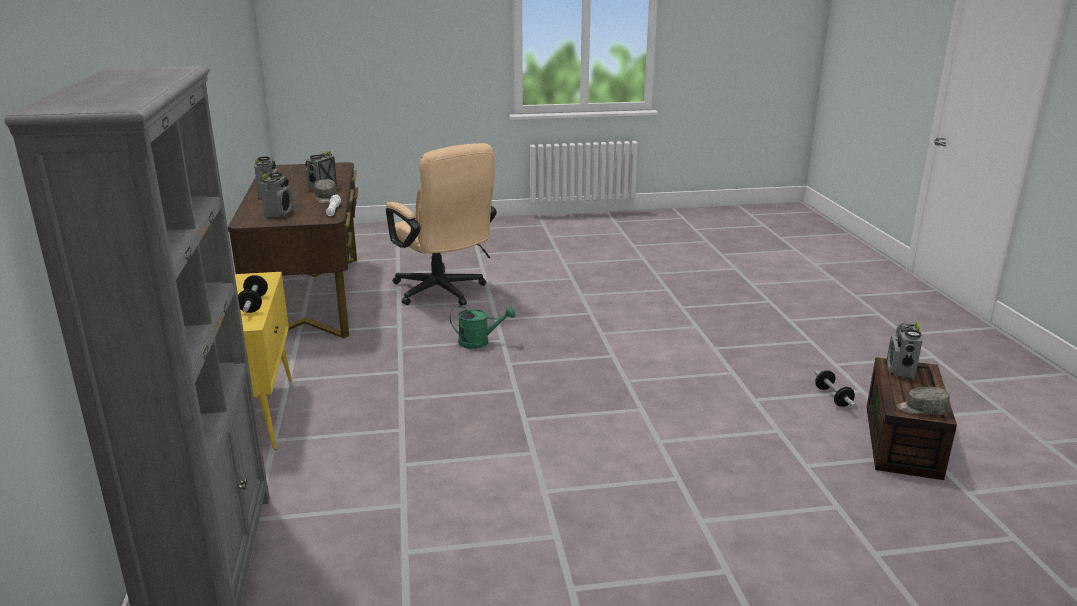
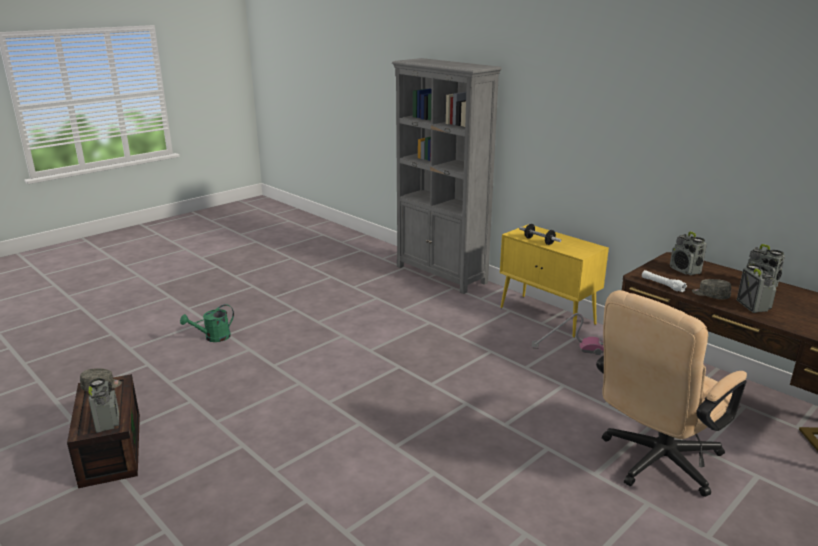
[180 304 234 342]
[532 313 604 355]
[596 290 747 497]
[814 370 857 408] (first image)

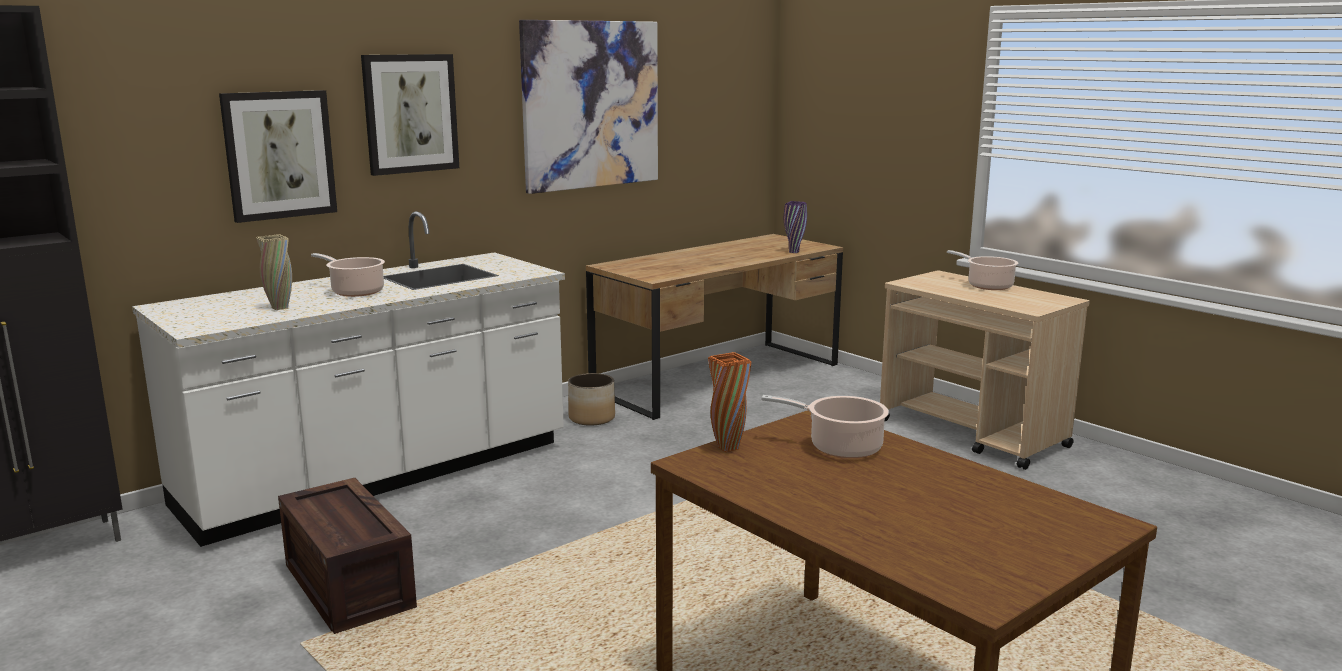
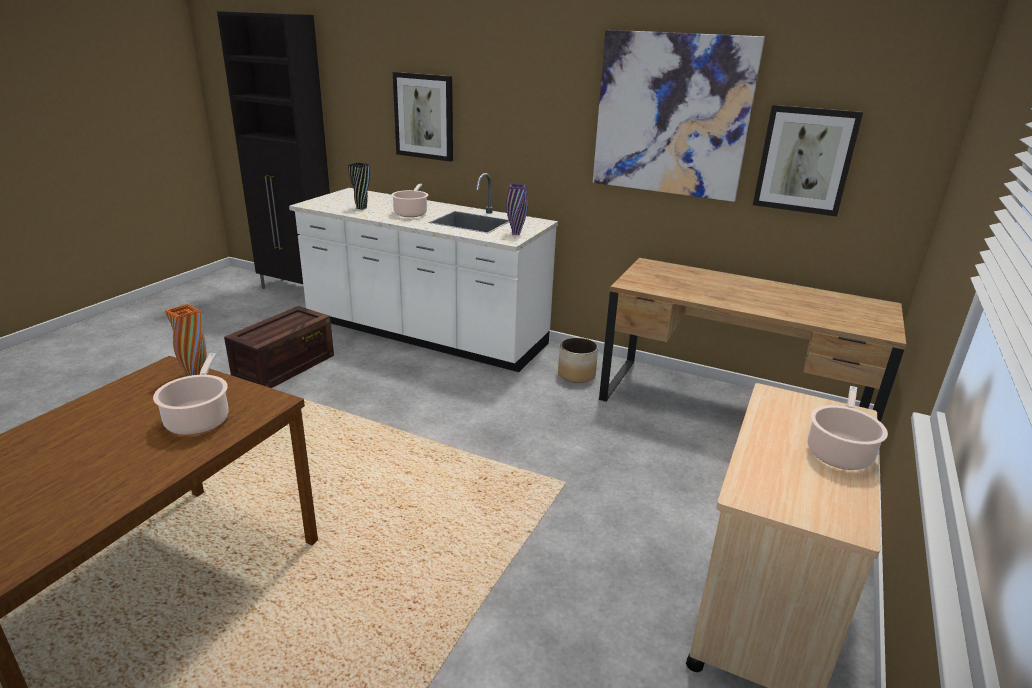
[348 162 370 210]
[506 184 528 235]
[753 105 863 217]

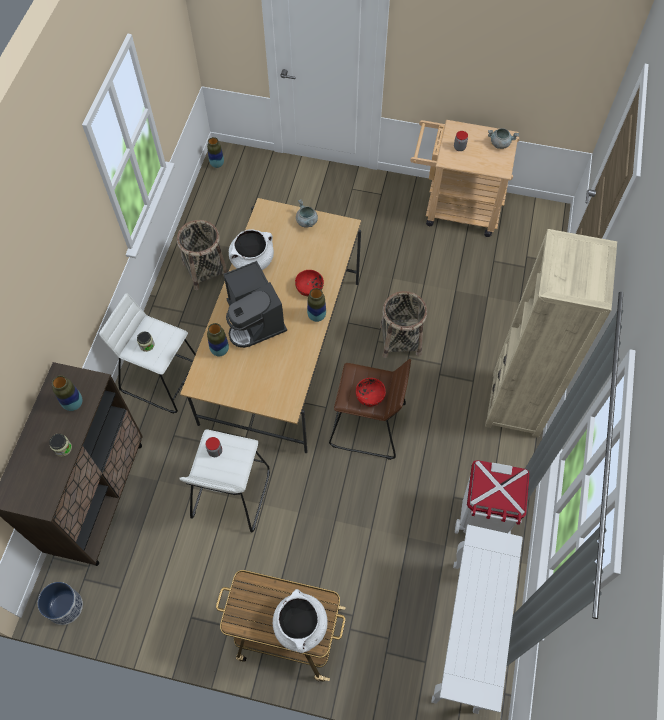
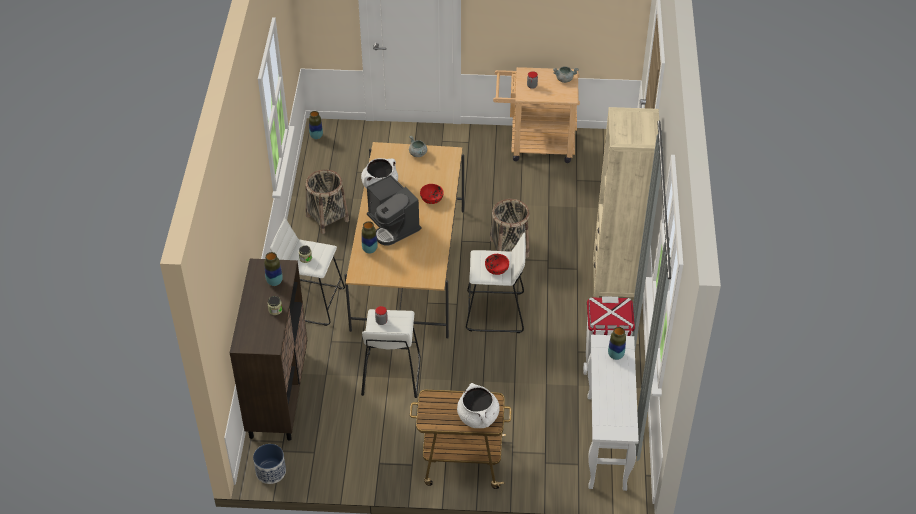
[466 233 526 333]
[608 327 626 360]

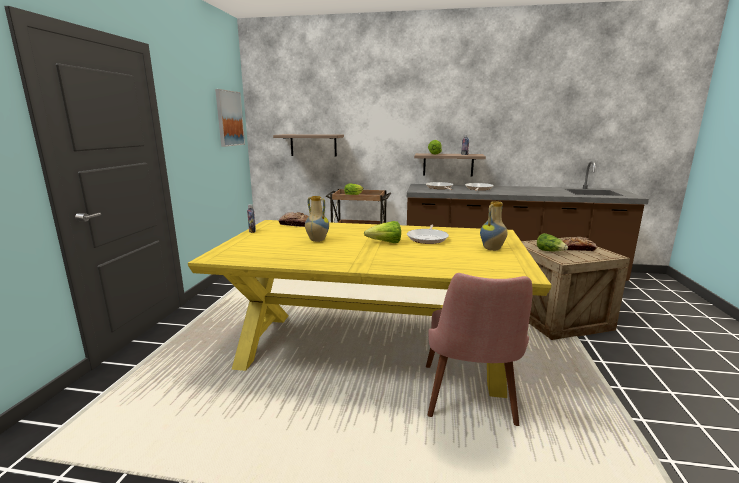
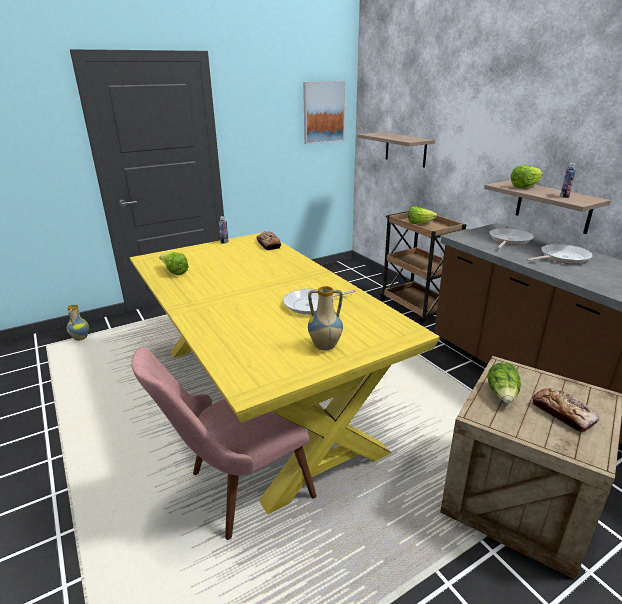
[67 304 89 341]
[159 252 189 275]

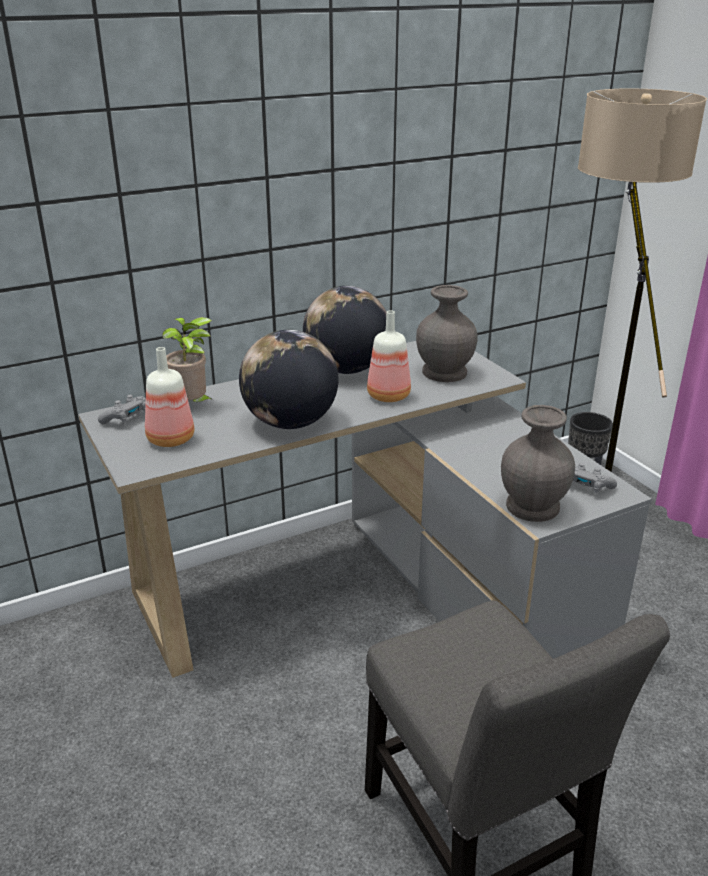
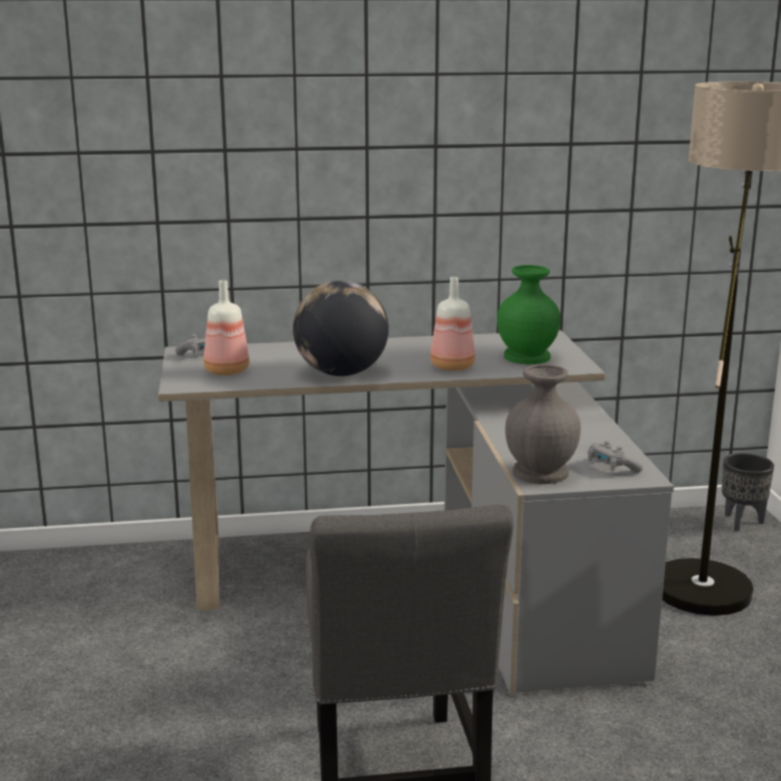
[497 265 560 364]
[162 317 216 403] (first image)
[303 286 386 374] (first image)

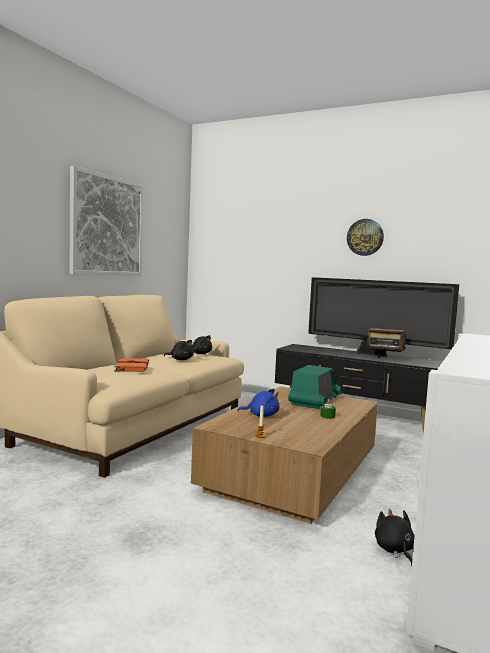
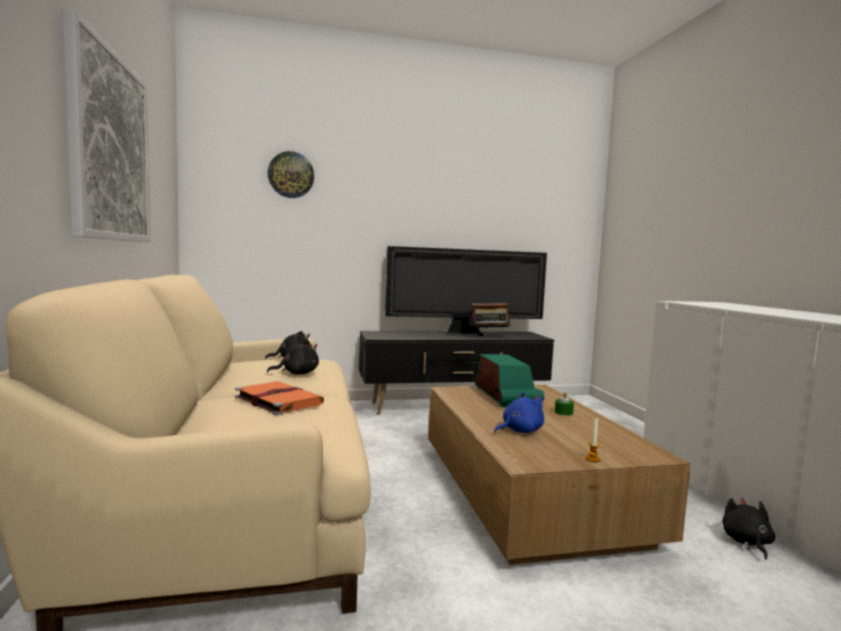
[268 151 314 198]
[722 498 775 560]

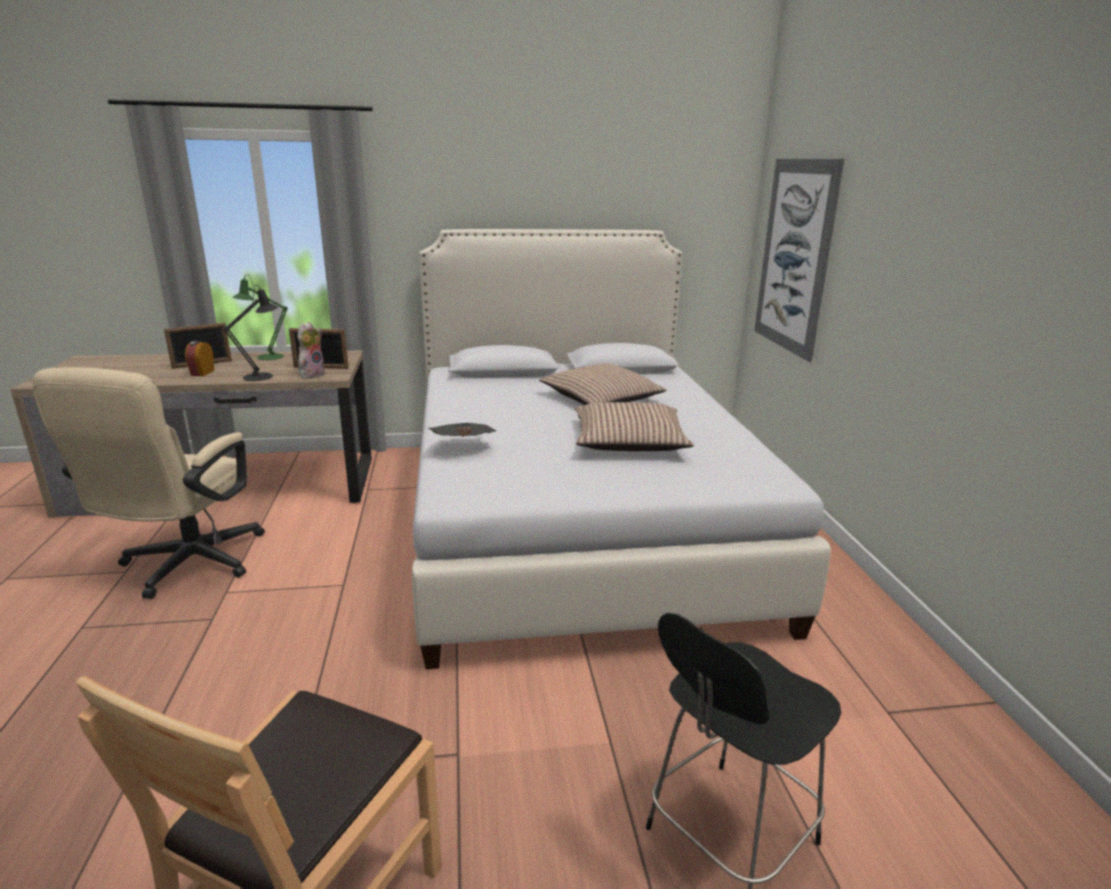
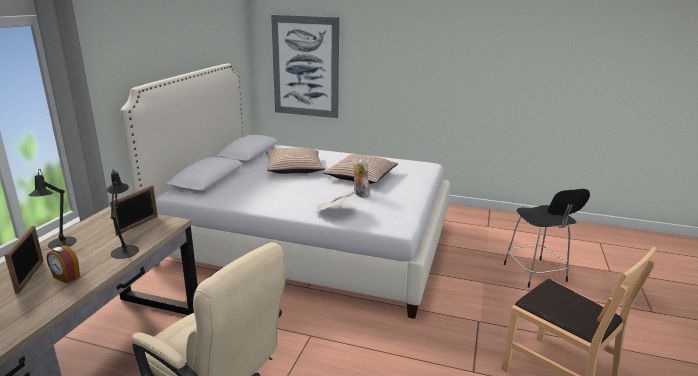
[29 170 77 249]
[354 159 370 198]

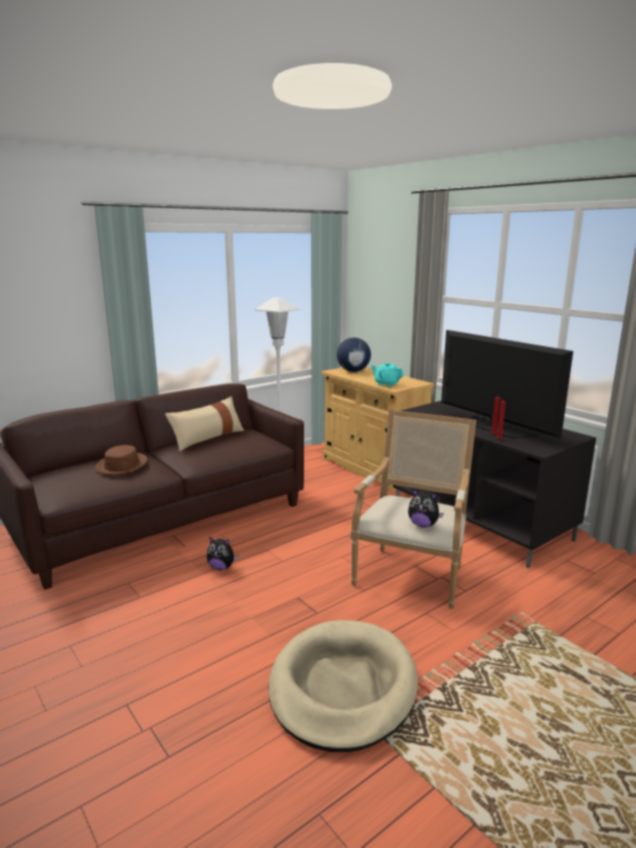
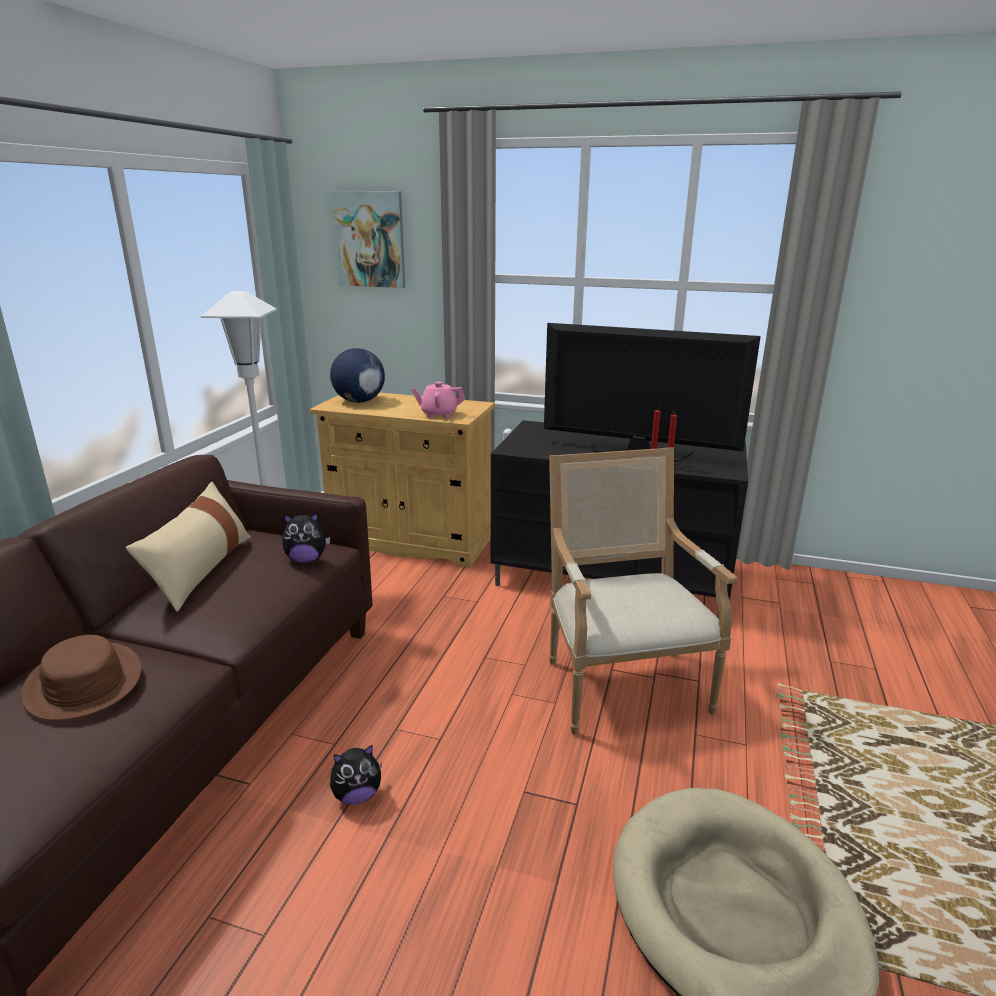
[282 512 330 563]
[332 191 405 288]
[411 382 465 418]

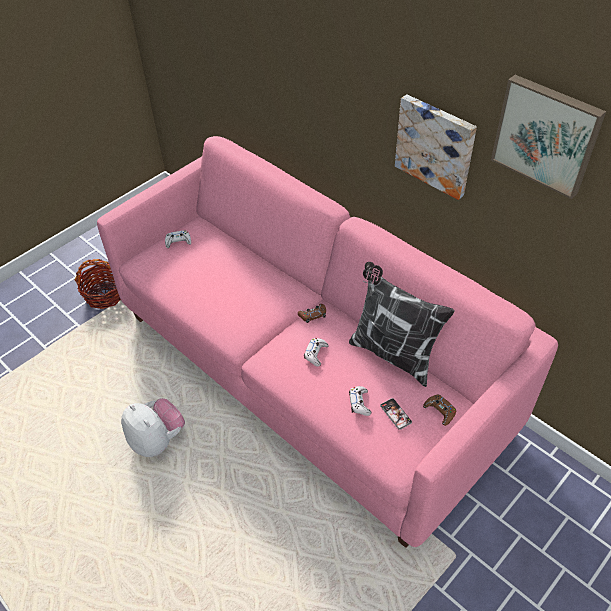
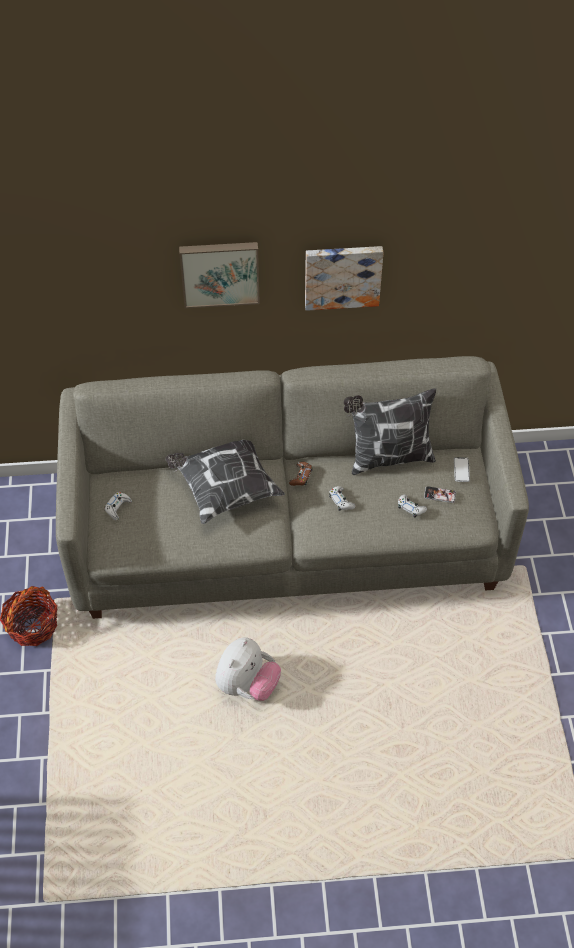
[56 356 529 619]
[165 440 285 524]
[179 242 260 309]
[215 637 281 701]
[454 457 470 482]

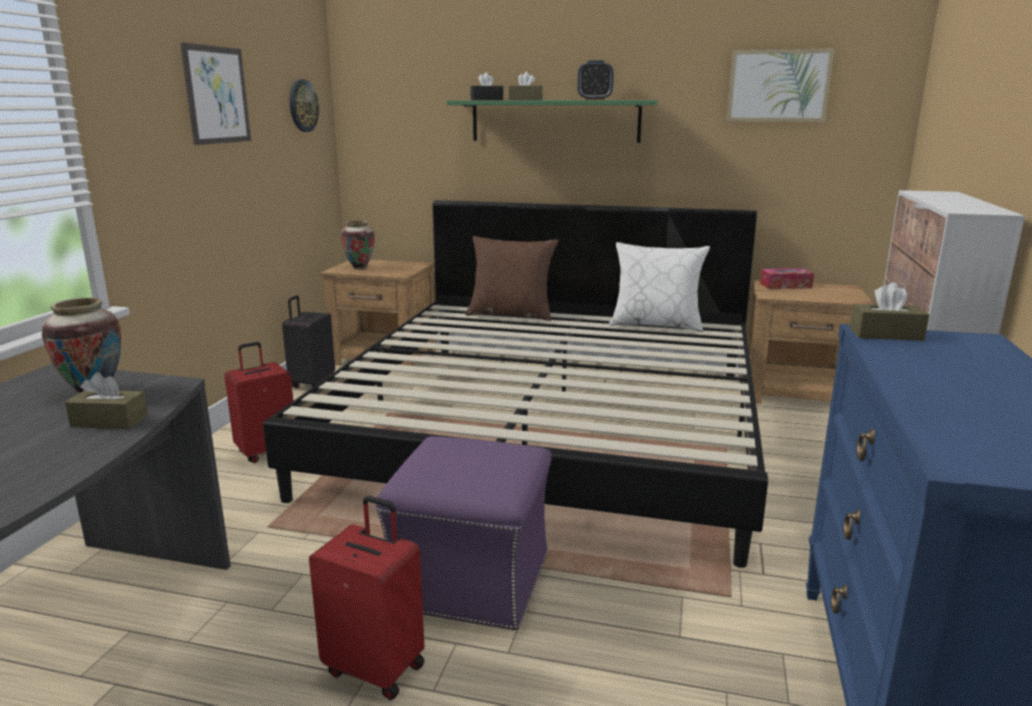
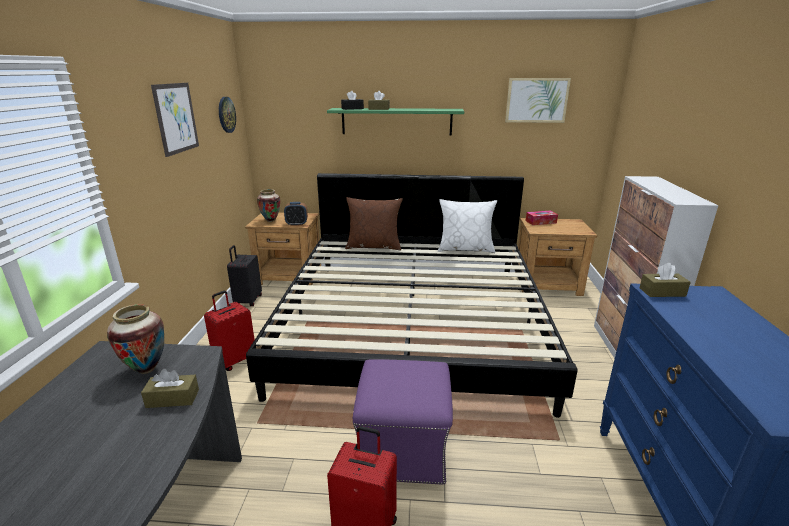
[284 202 308 226]

